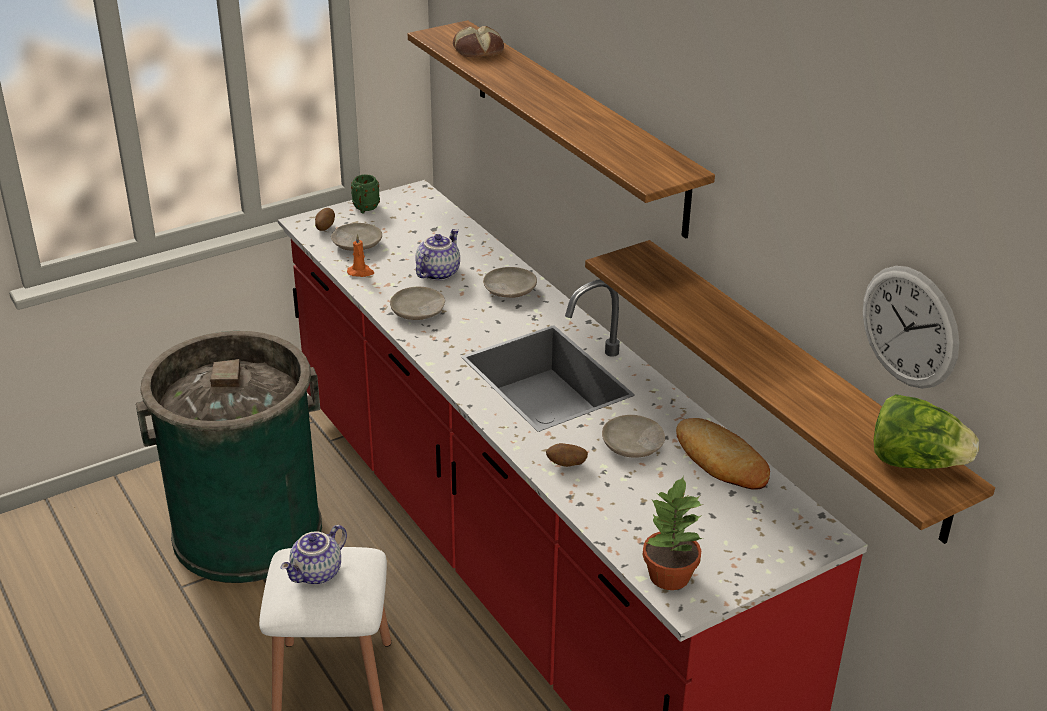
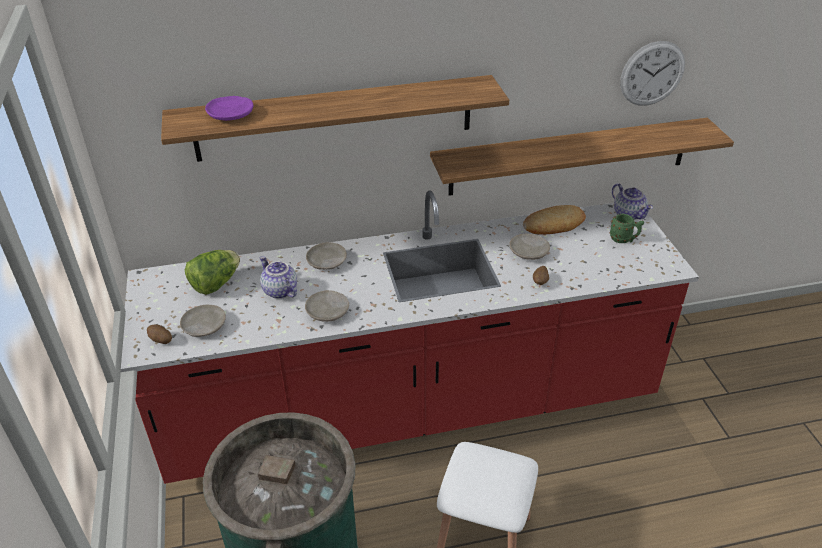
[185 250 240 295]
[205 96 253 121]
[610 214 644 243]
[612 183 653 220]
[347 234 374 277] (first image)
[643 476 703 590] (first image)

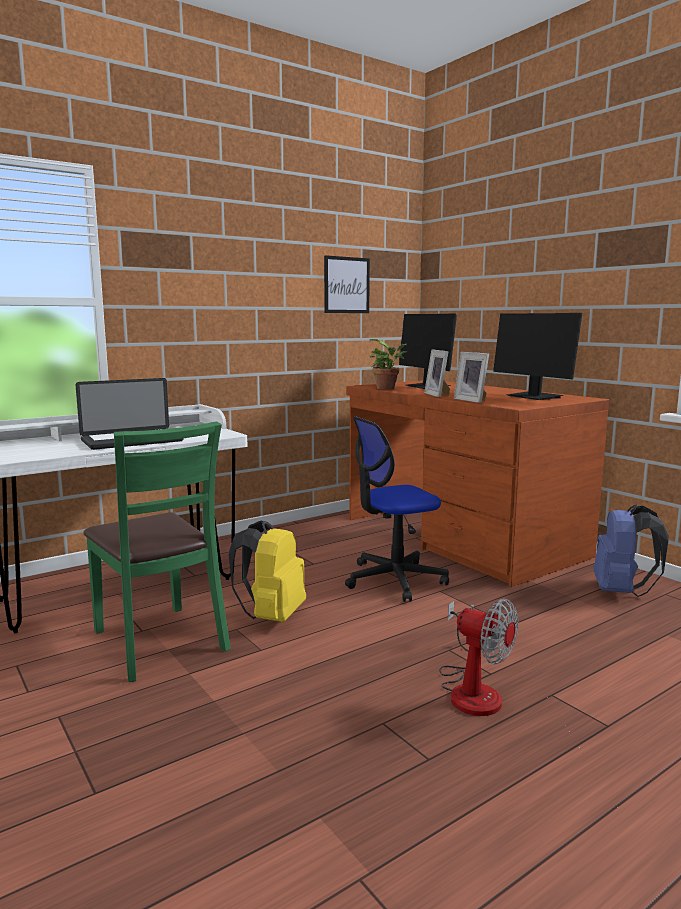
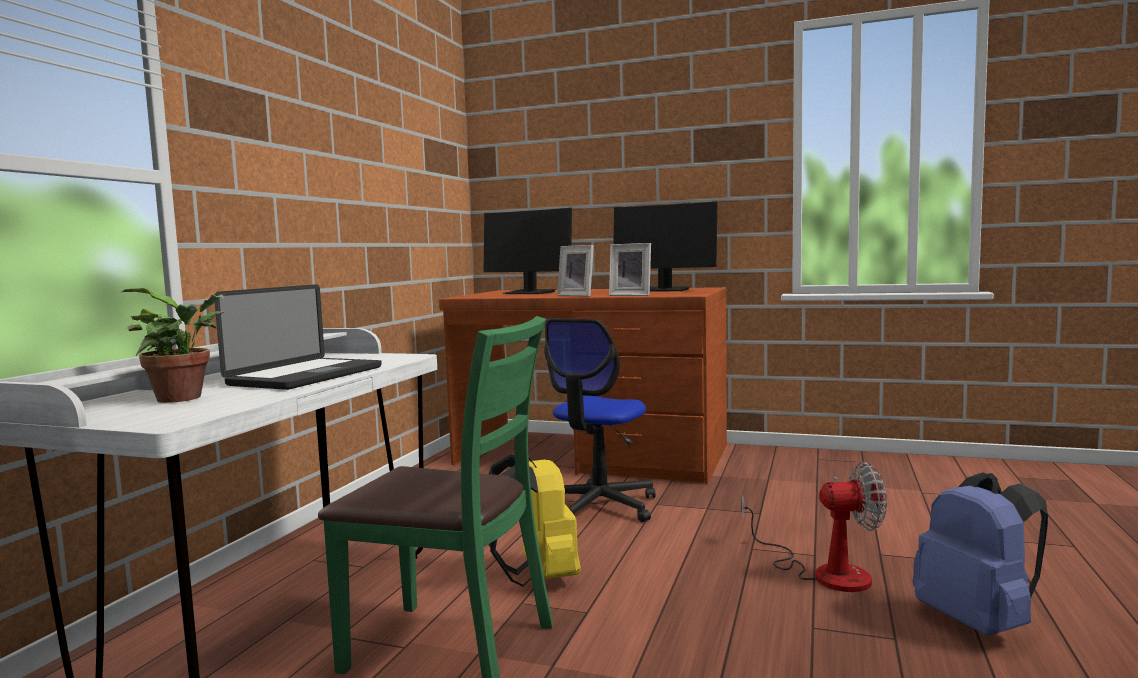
[120 288 224 403]
[912 472 1048 636]
[324 255 370 313] (first image)

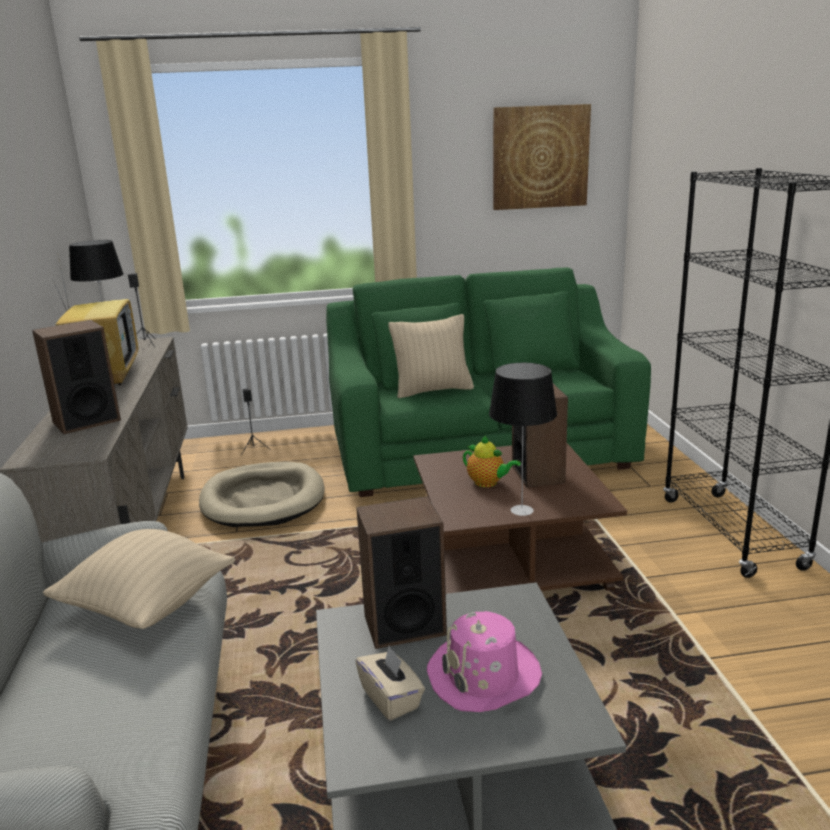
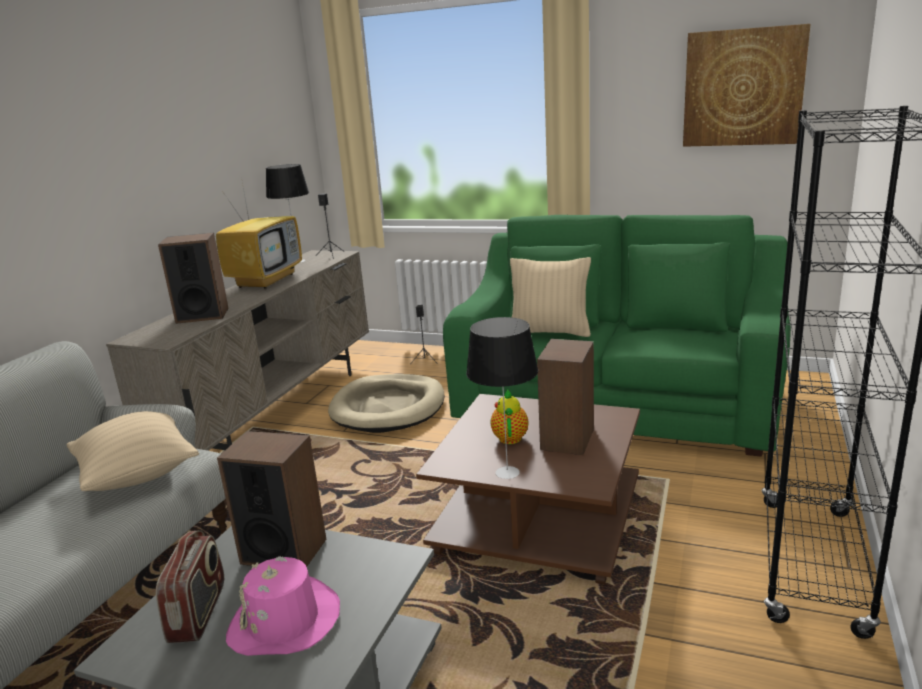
[156 530 224 643]
[490 390 529 444]

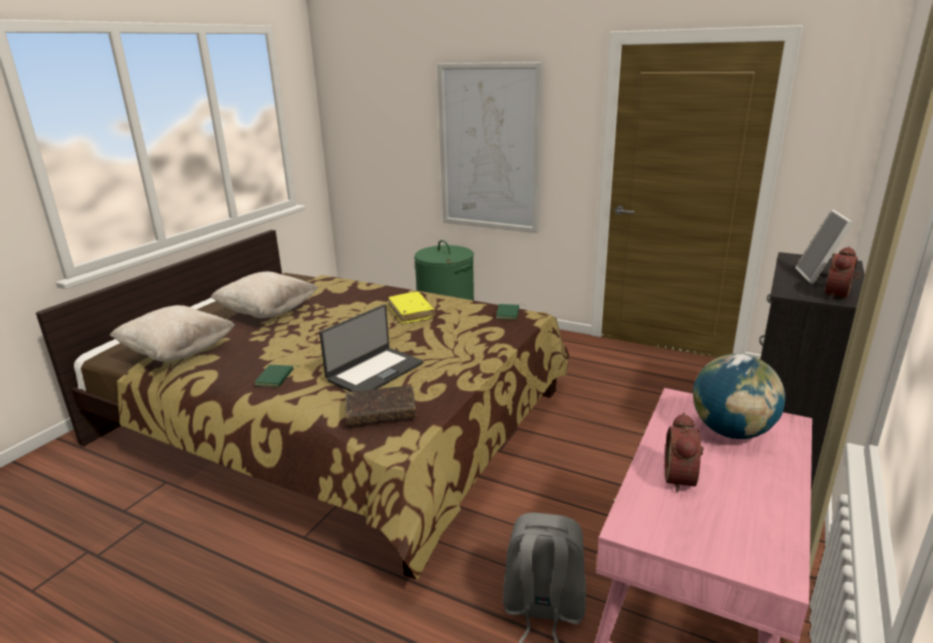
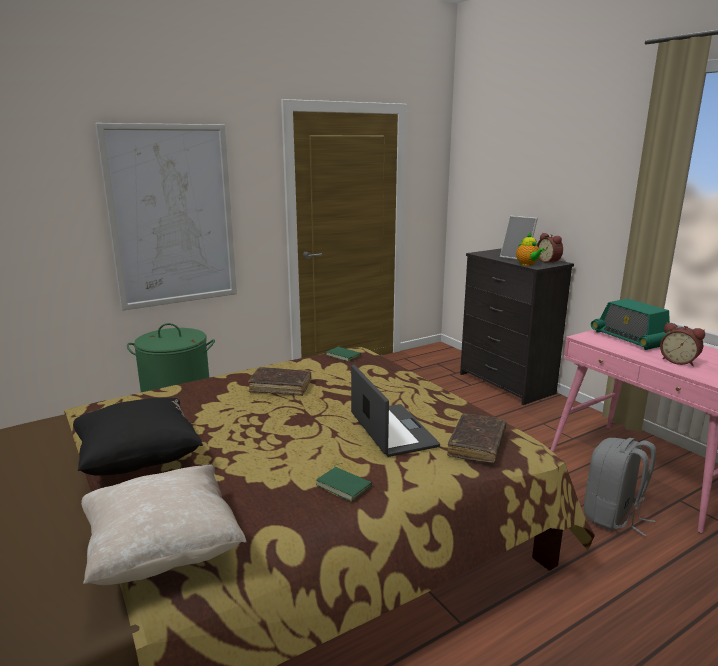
[73 398 203 476]
[248 367 311 396]
[516 232 545 266]
[591 299 670 350]

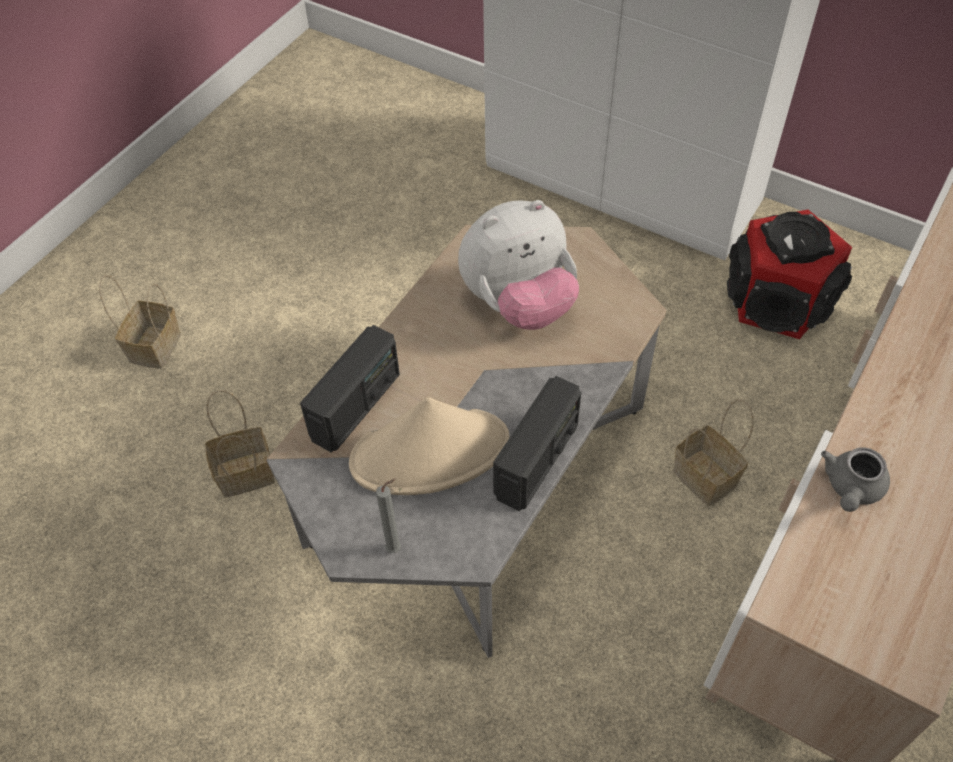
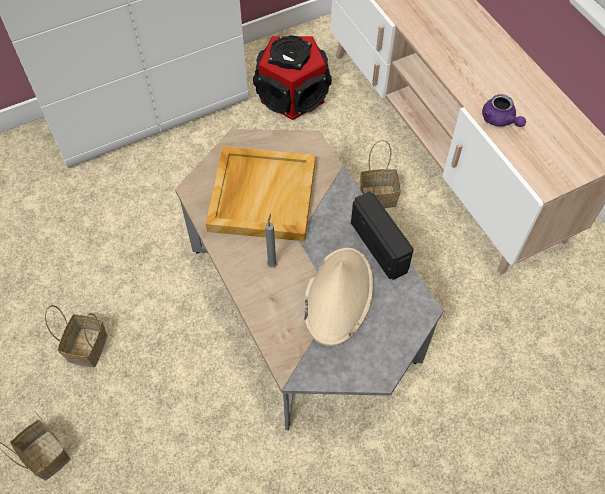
[45 305 107 368]
[206 146 316 241]
[265 214 277 268]
[482 94 526 127]
[300 325 400 453] (first image)

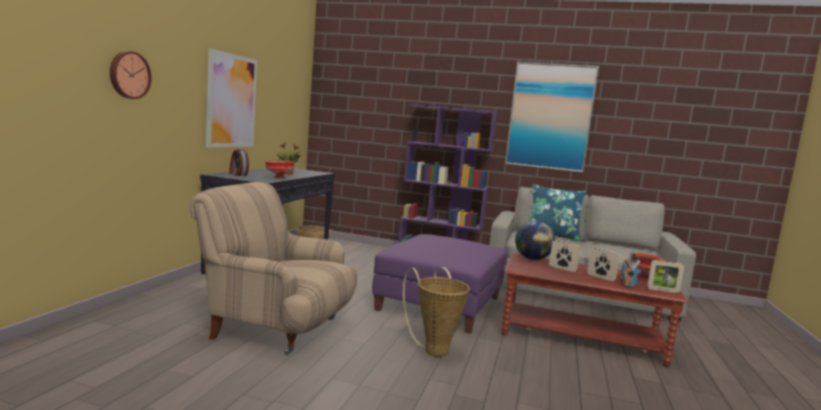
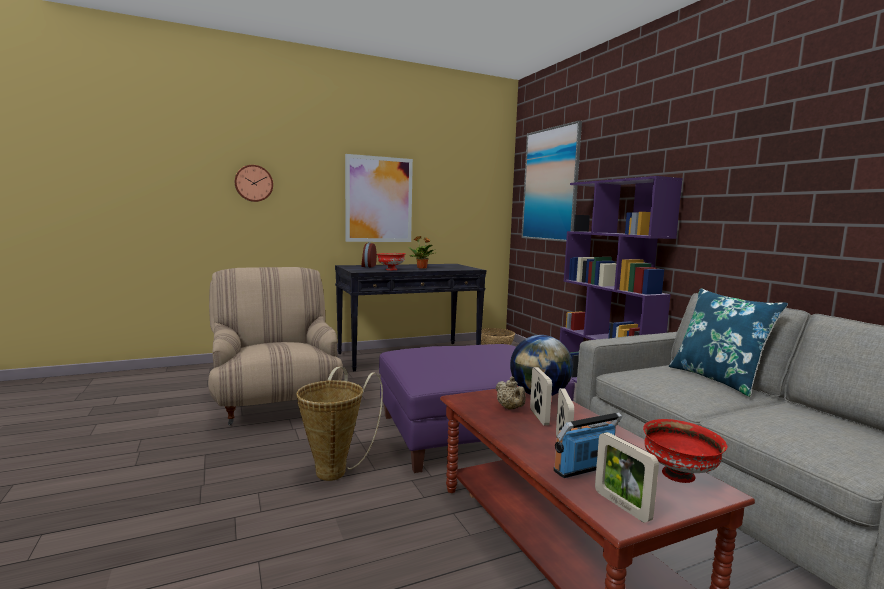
[496 377 526 410]
[521 121 582 242]

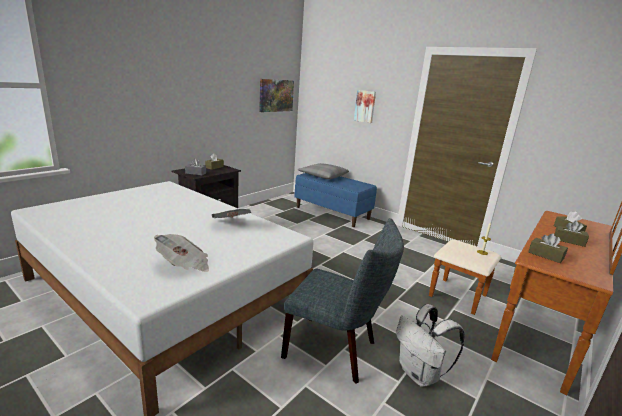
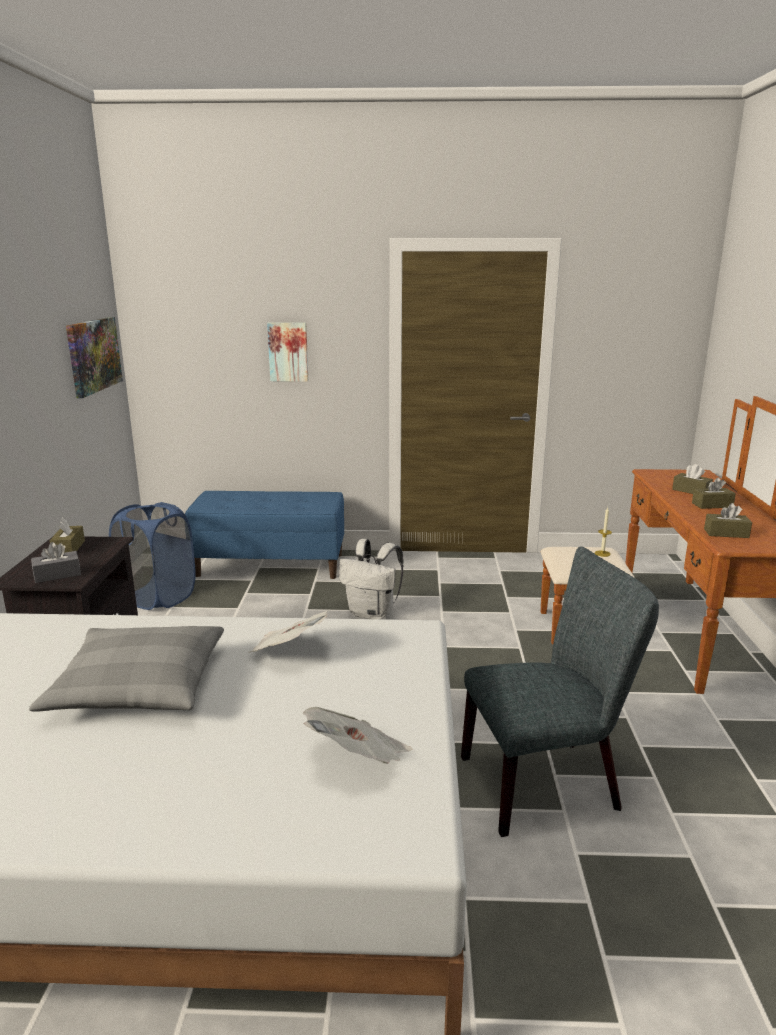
[29 626 224 712]
[109 502 196 610]
[339 539 404 619]

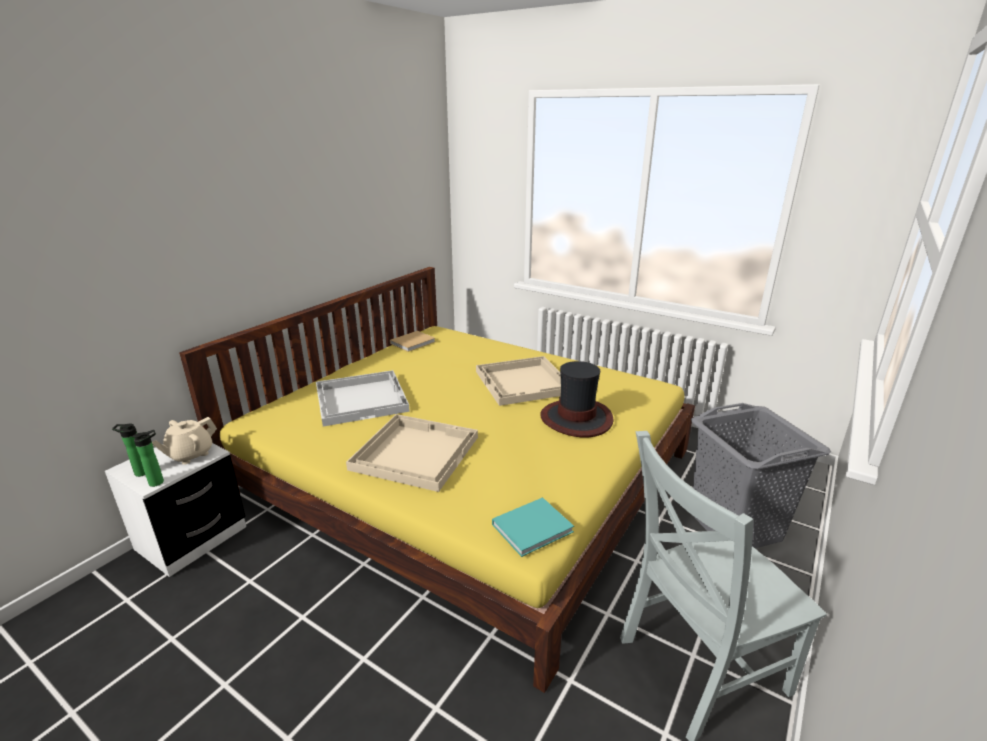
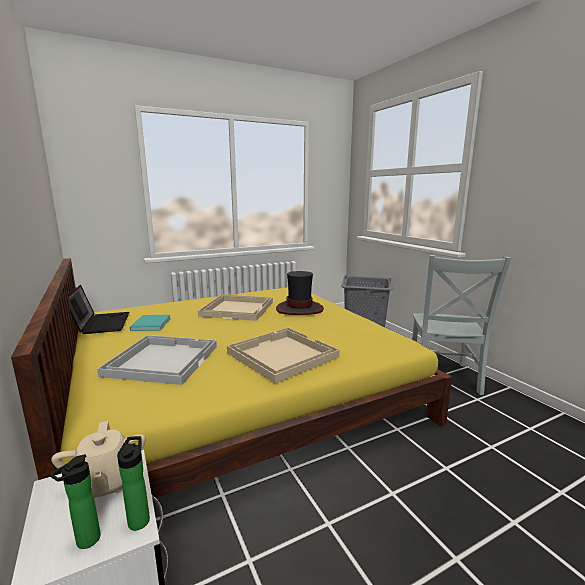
[68 285 130 334]
[130 315 171 331]

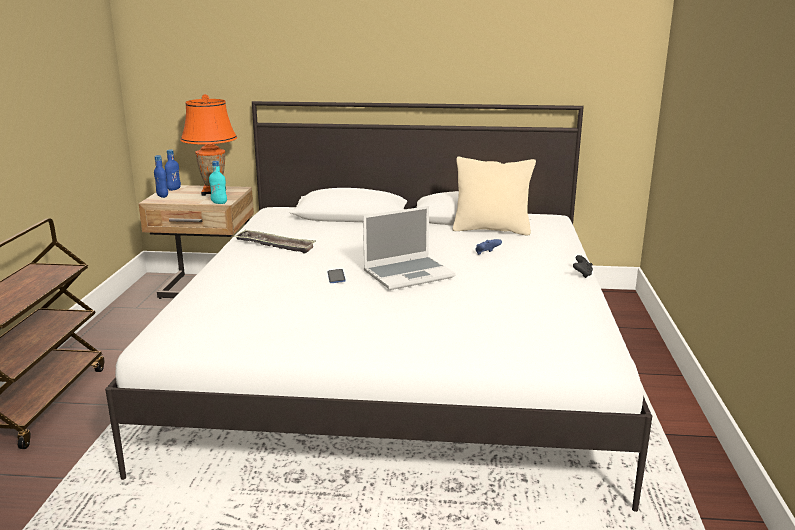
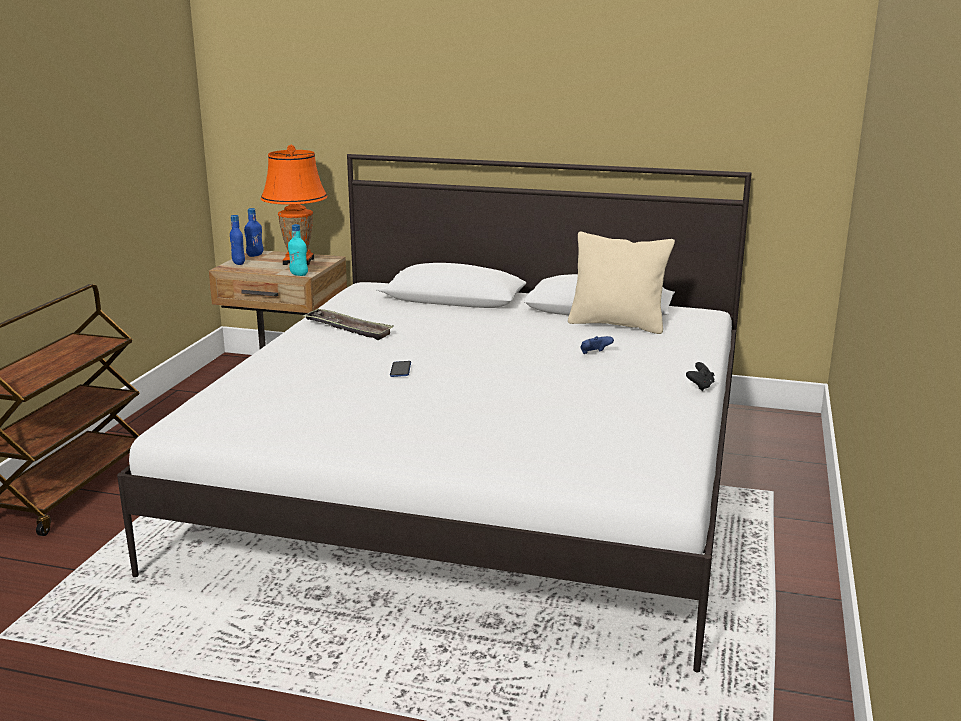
[363 206 455 290] (first image)

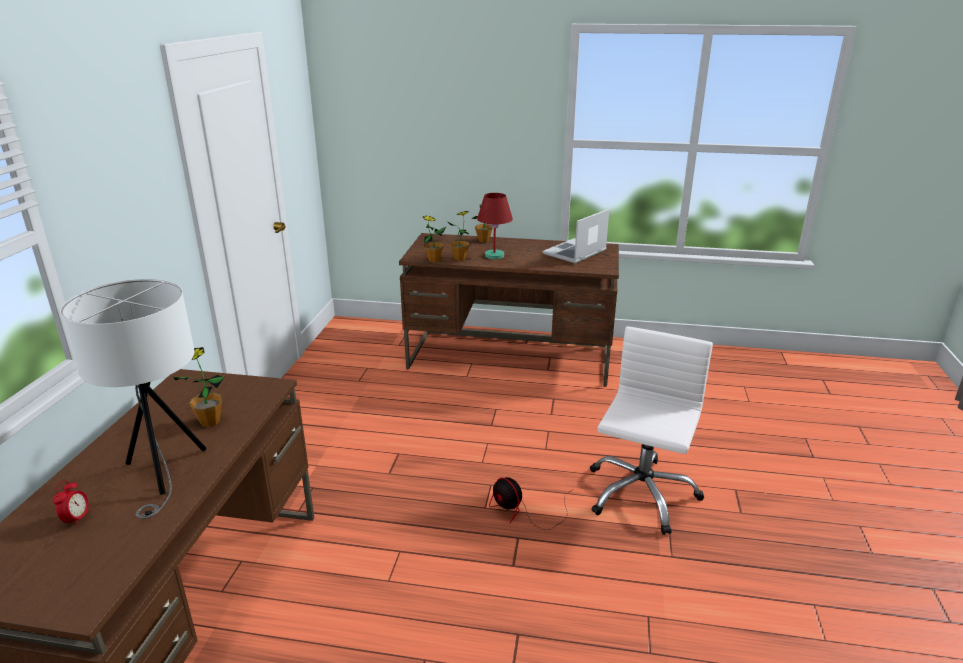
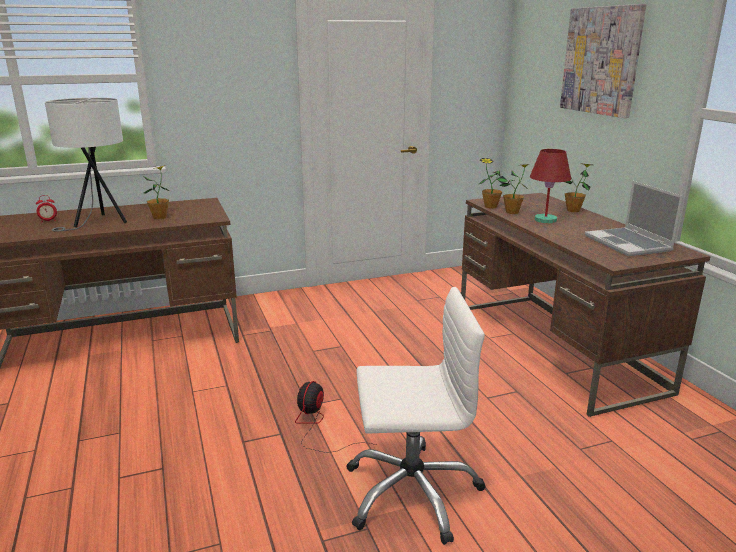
[560 4 646 118]
[585 181 683 256]

